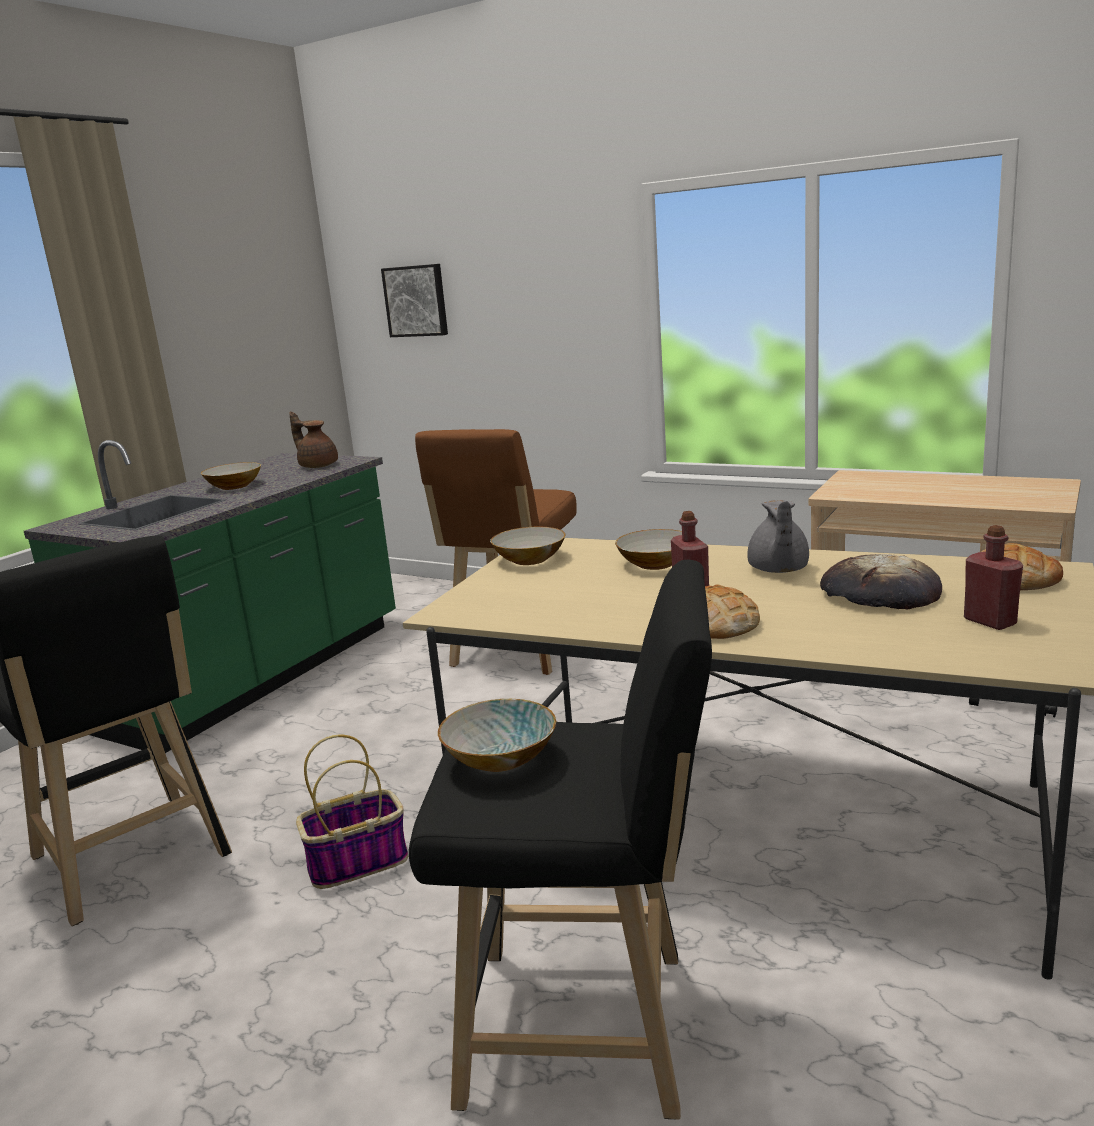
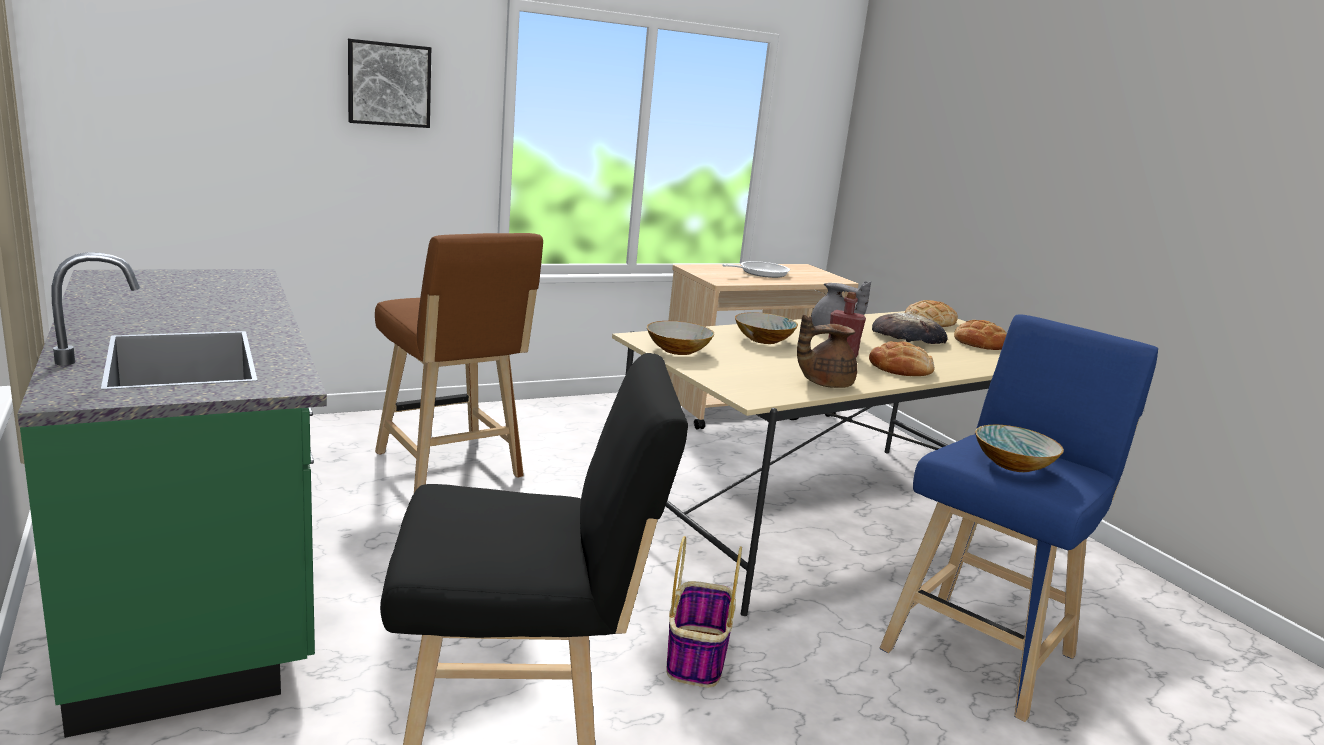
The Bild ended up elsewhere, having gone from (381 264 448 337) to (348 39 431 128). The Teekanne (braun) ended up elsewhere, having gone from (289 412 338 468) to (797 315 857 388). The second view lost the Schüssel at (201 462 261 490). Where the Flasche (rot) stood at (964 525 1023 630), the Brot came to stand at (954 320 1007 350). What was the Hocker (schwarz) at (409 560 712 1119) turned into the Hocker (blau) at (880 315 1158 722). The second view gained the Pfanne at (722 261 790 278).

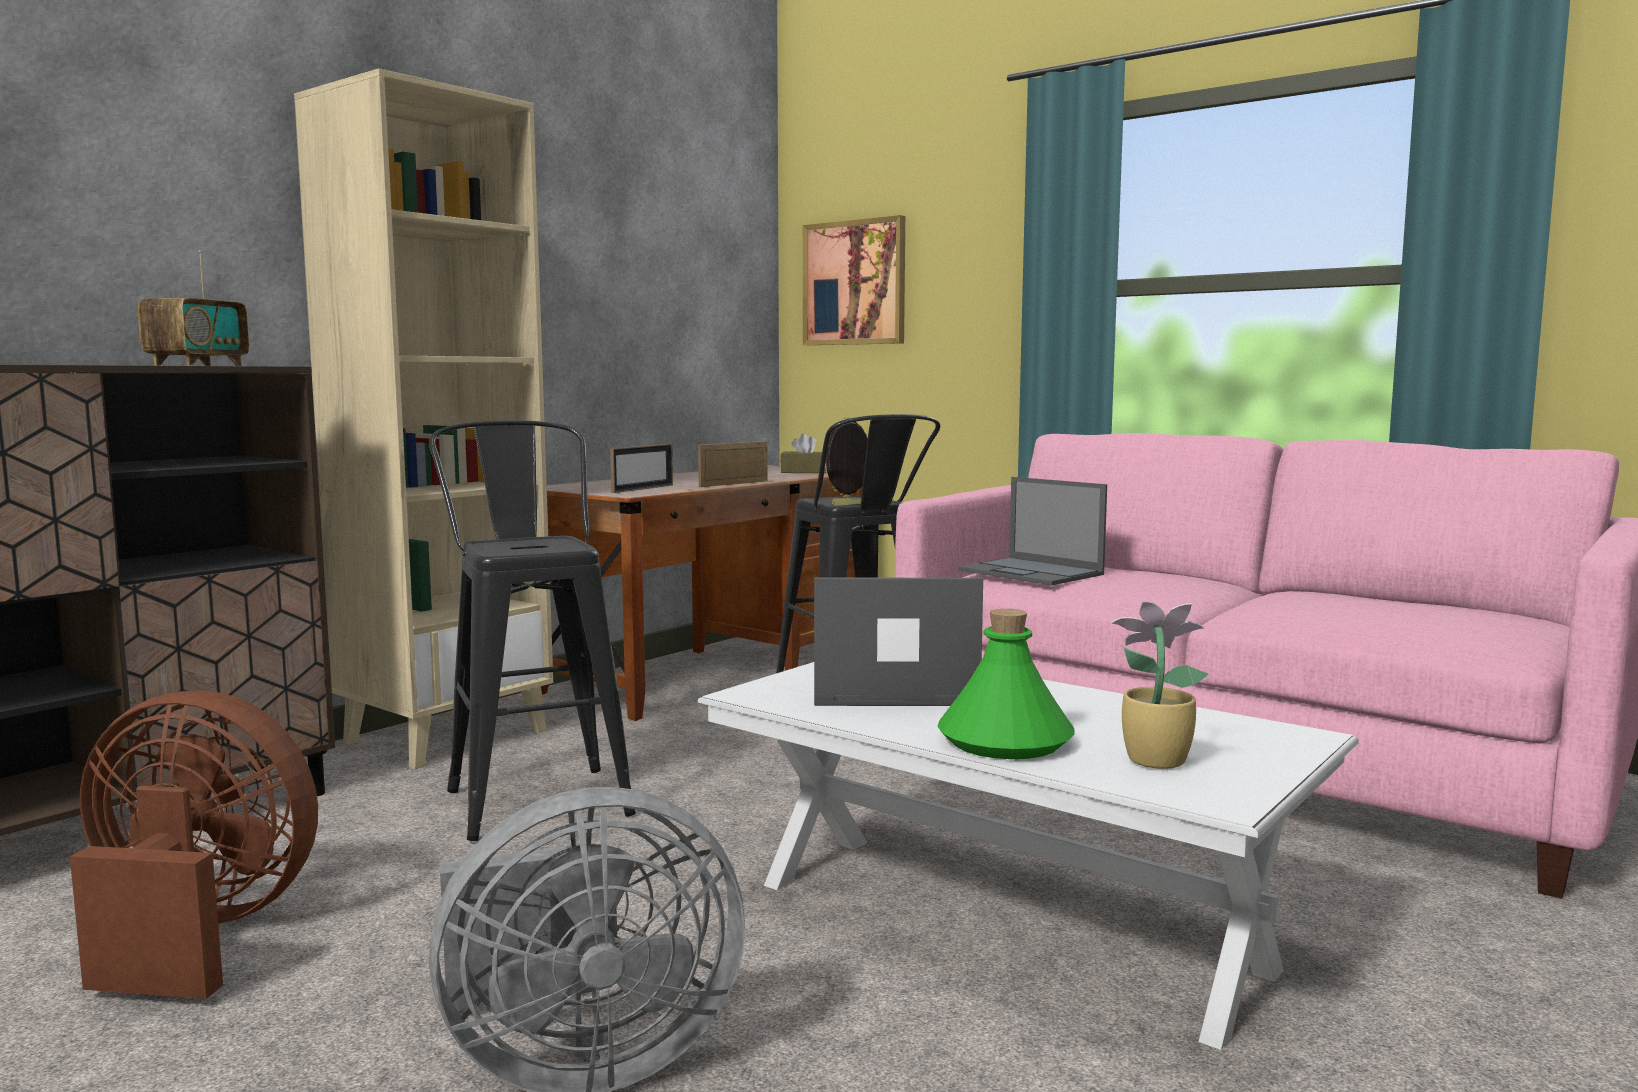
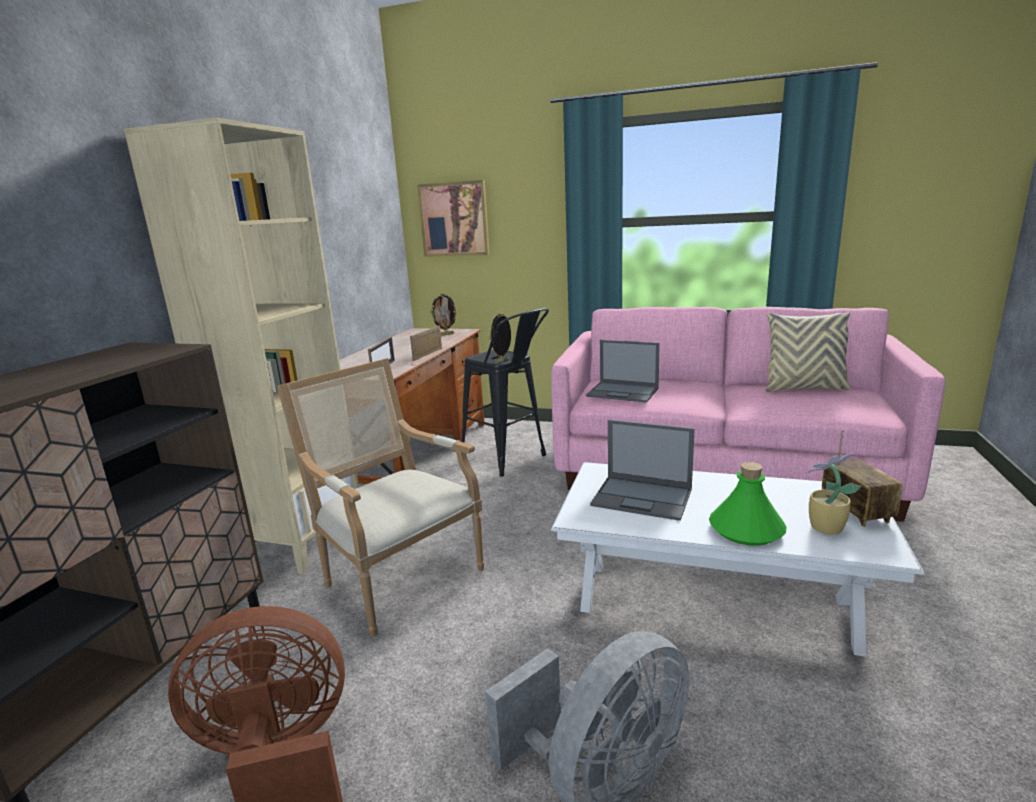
The Radio ended up elsewhere, having gone from (138 250 249 366) to (822 429 902 527). Where the Hocker (schwarz) stood at (429 420 636 841), the Sessel came to stand at (277 358 484 637). Where the Taschentuchbox (braun) stood at (780 433 826 473), the Bilderrahmen came to stand at (430 293 458 335). The Laptop at (814 578 983 706) ended up facing another way, 135 degrees counterclockwise from before. The second view gained the Kissen (beige) at (766 312 851 392).

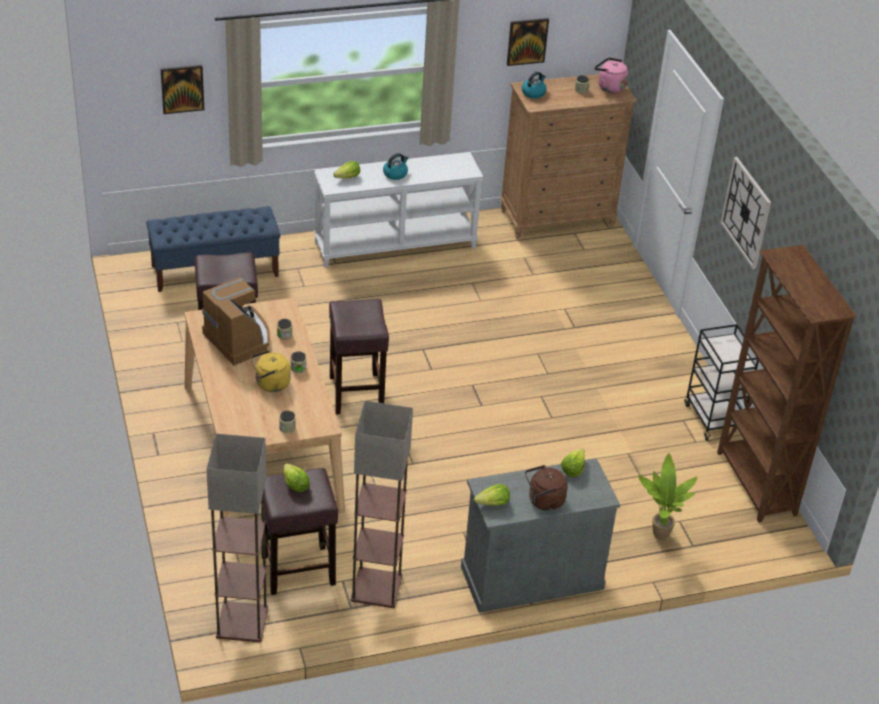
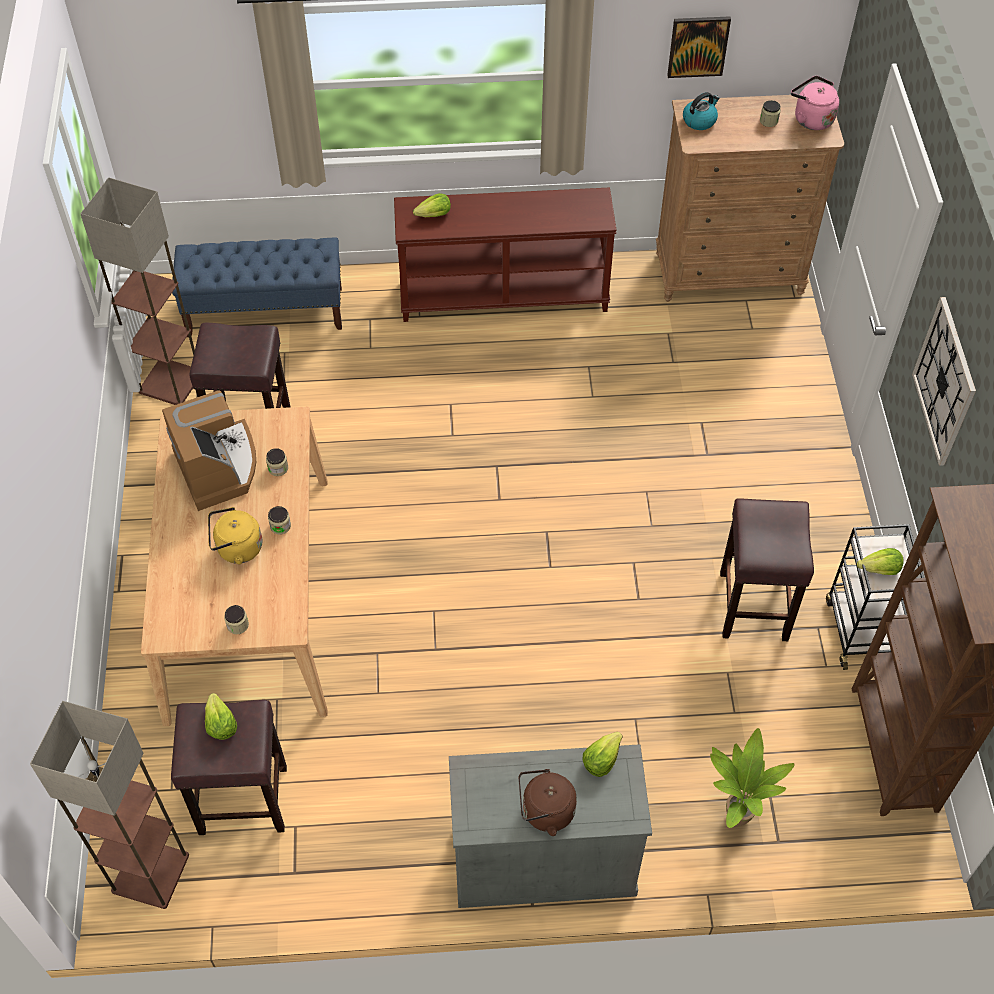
The second view lost the Bild at (161 65 204 114). What was the Konsolentisch (weiß) at (314 152 483 268) turned into the Konsolentisch (braun) at (394 187 617 322). The second view lost the Wasserkessel at (383 153 408 180). The Hocker (braun) ended up elsewhere, having gone from (329 299 389 414) to (720 498 814 641). The Stehlampe ended up elsewhere, having gone from (351 401 413 608) to (80 177 195 405). The Salatkopf ended up elsewhere, having gone from (474 484 510 506) to (857 548 904 575).

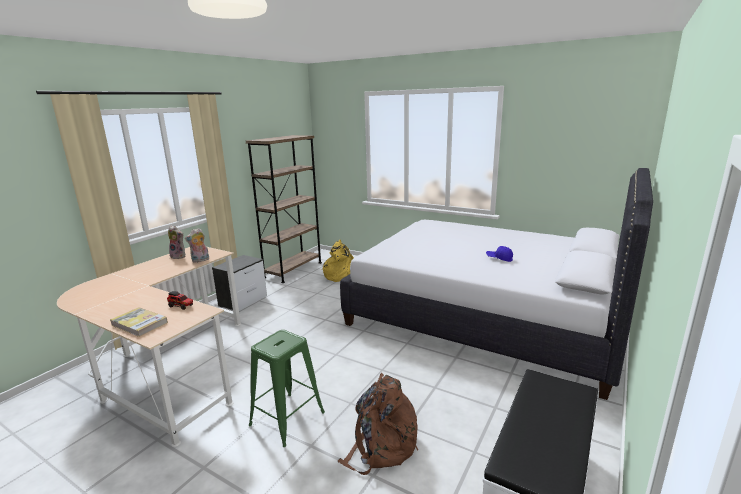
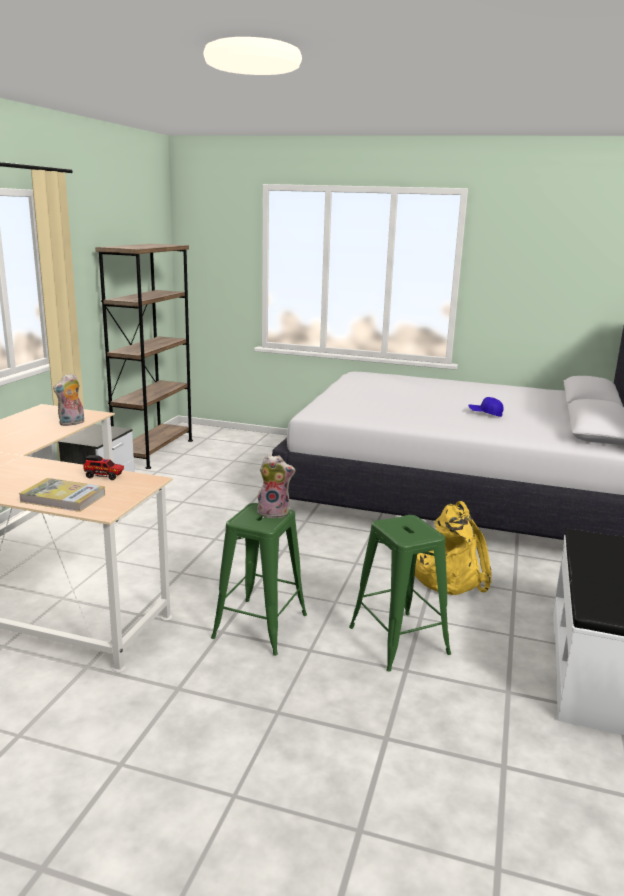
The Plüschtier ended up elsewhere, having gone from (168 226 185 259) to (257 455 295 518). The Rucksack (gelb) ended up elsewhere, having gone from (322 240 354 282) to (415 501 491 595). Where the Rucksack (braun) stood at (338 373 418 475), the Hocker (grün) came to stand at (349 515 451 672).

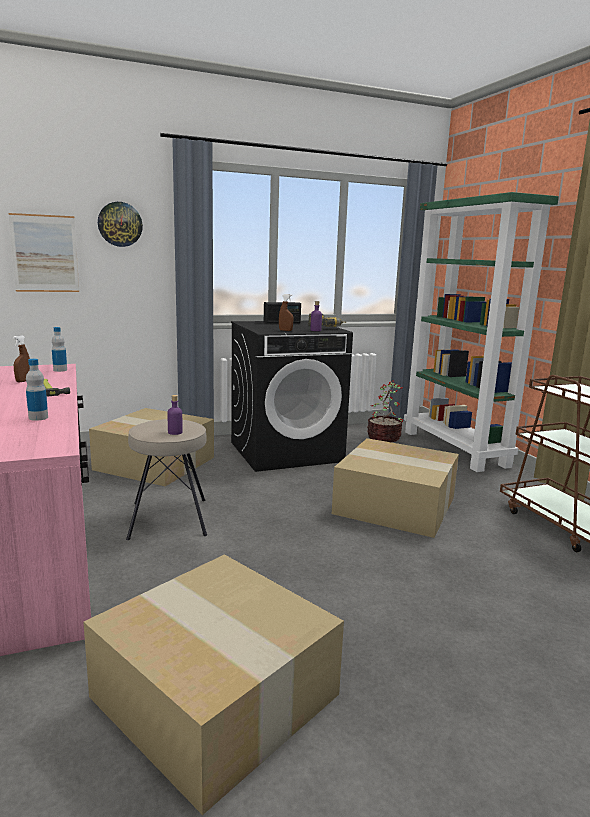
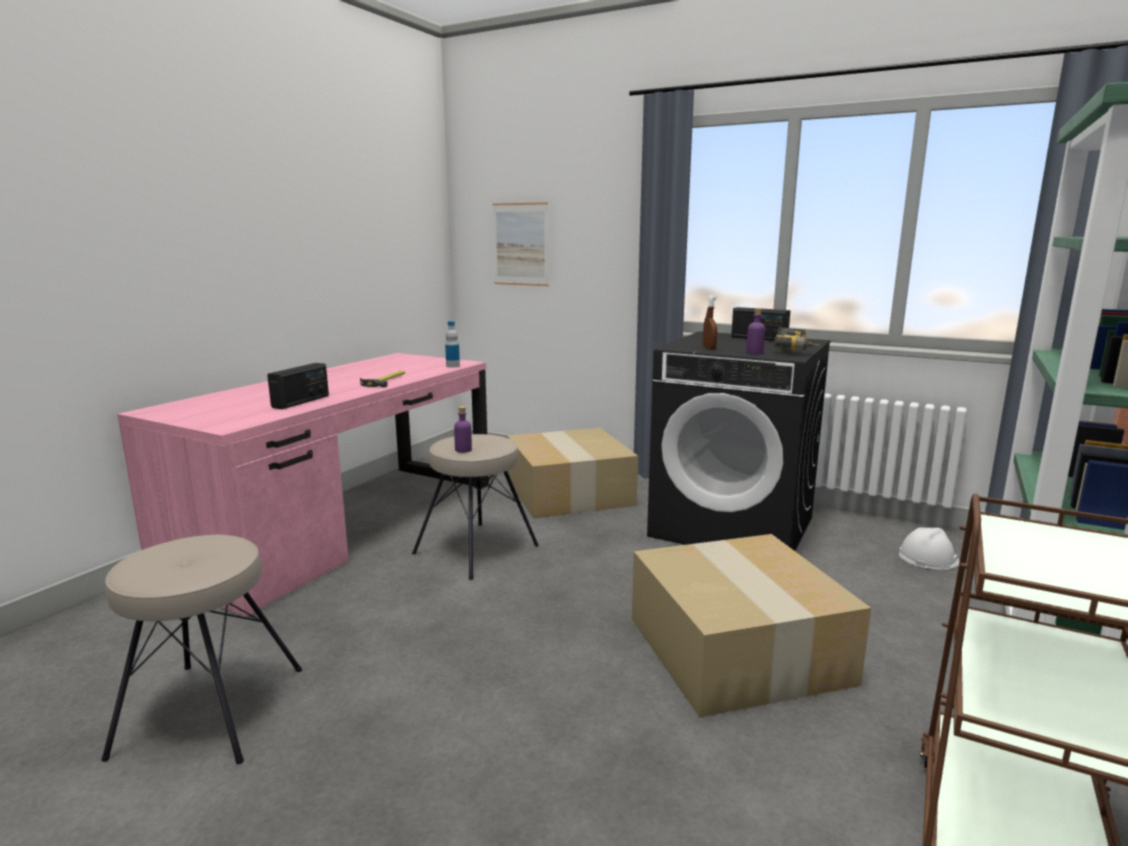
The second view lost the Wanduhr at (98 202 143 247). The second view lost the Sprühflasche (braun) at (13 335 30 382). Where the Flasche stood at (26 359 48 421), the Radio came to stand at (267 363 329 409). Where the Topfpflanze stood at (367 380 403 442), the Schutzhelm (weiß) came to stand at (899 527 960 570). Where the Karton stood at (83 554 344 815), the Hocker (beige) came to stand at (101 534 302 764).

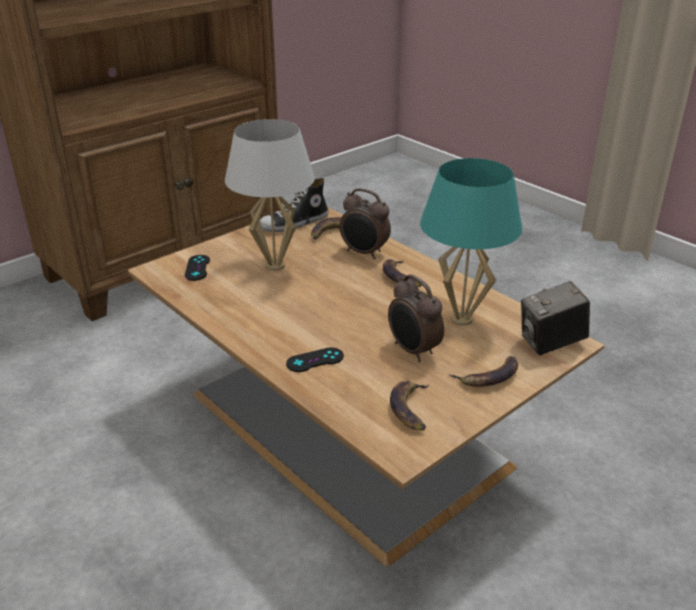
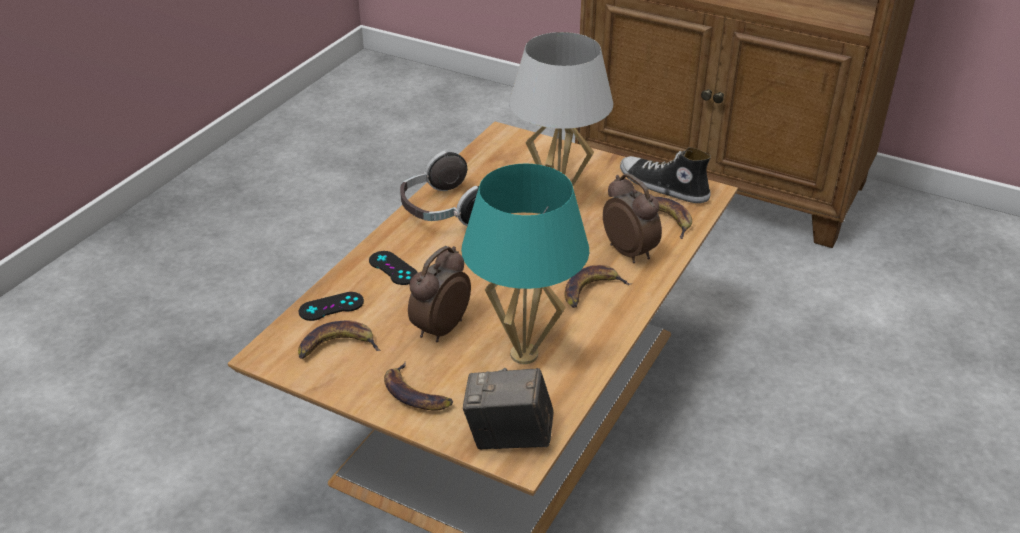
The Wecker at (339 188 391 259) ended up facing another way, 135 degrees clockwise from before. The Gamepad (schwarz) ended up elsewhere, having gone from (185 255 210 281) to (299 292 364 321). The Kamera at (521 281 590 355) ended up facing another way, 45 degrees counterclockwise from before. The second view gained the Kopfhörer at (400 151 479 226).

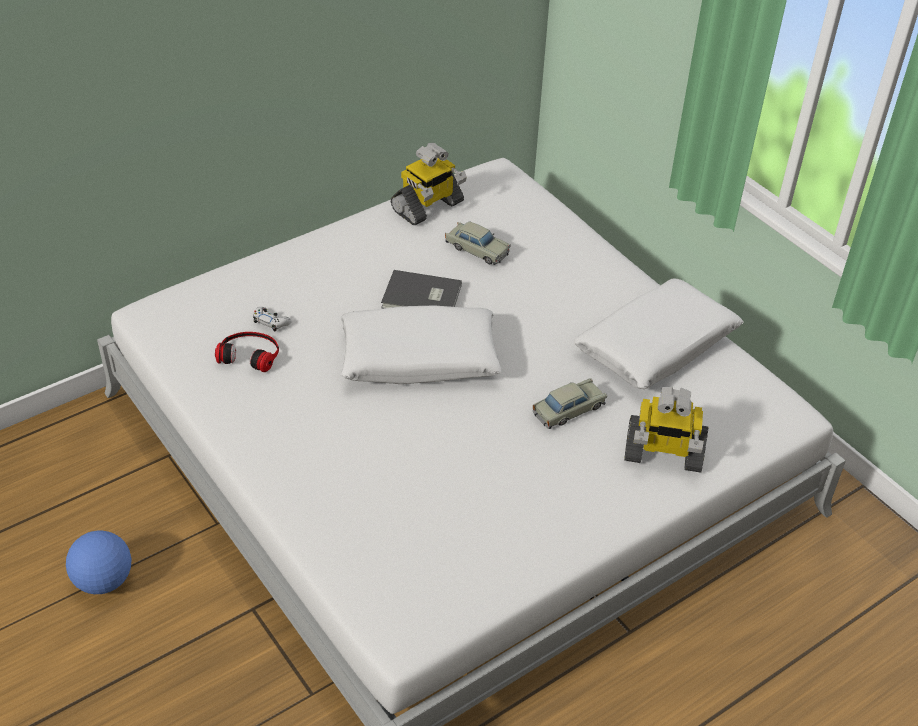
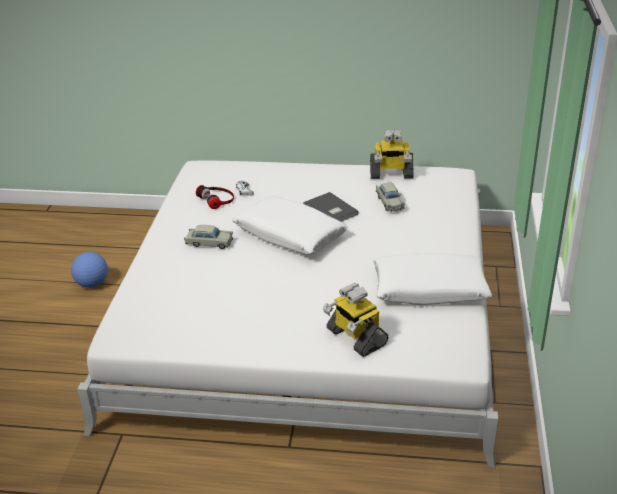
The Spielzeugauto (beige) ended up elsewhere, having gone from (533 378 607 429) to (184 225 233 249).

